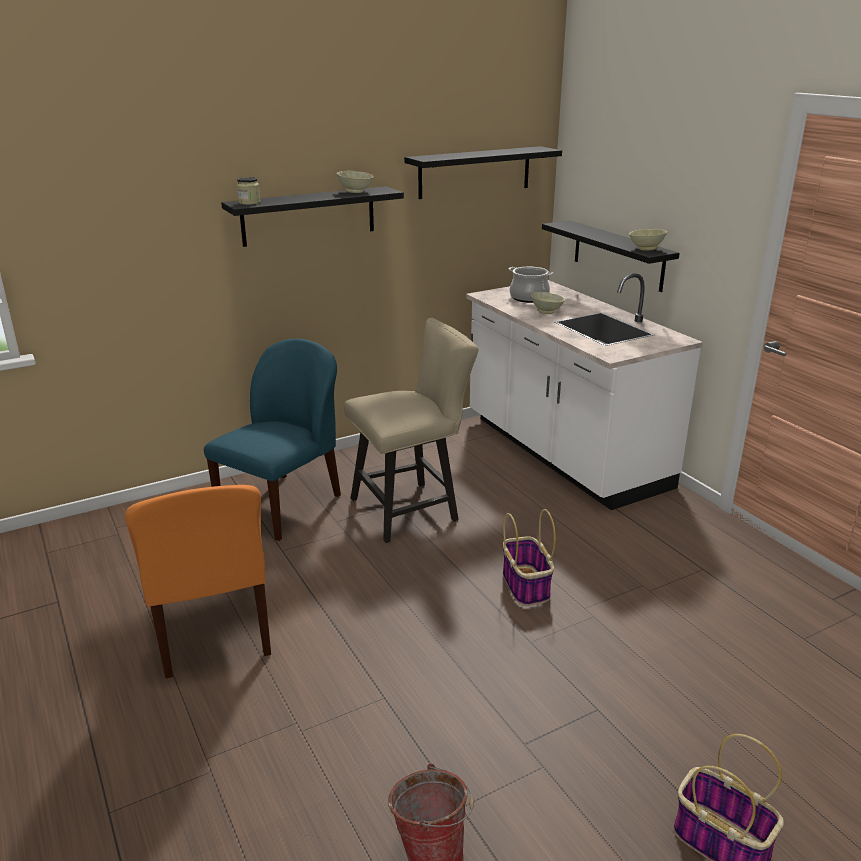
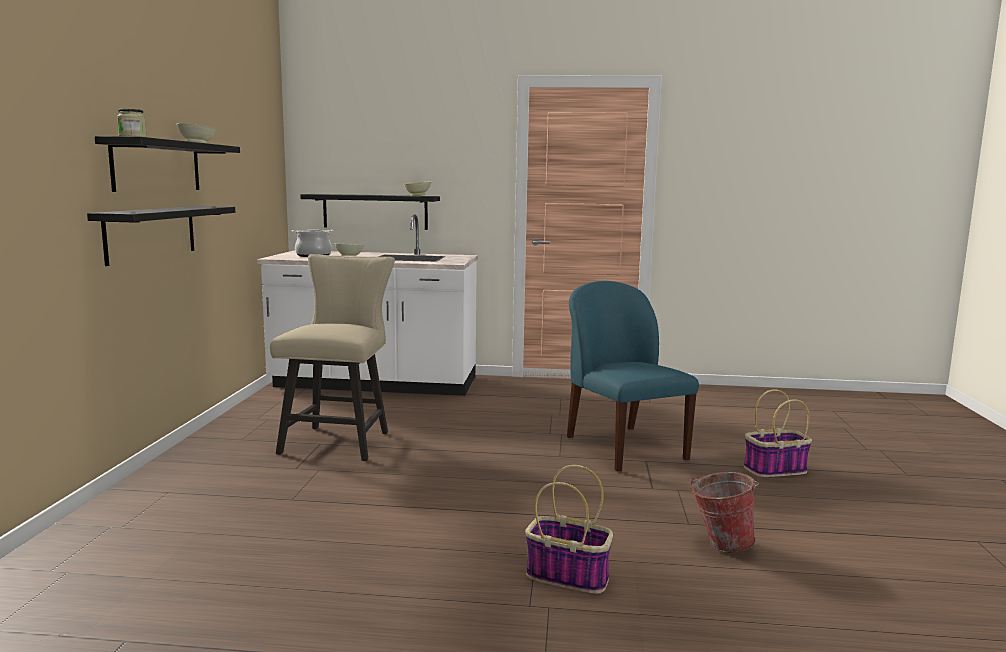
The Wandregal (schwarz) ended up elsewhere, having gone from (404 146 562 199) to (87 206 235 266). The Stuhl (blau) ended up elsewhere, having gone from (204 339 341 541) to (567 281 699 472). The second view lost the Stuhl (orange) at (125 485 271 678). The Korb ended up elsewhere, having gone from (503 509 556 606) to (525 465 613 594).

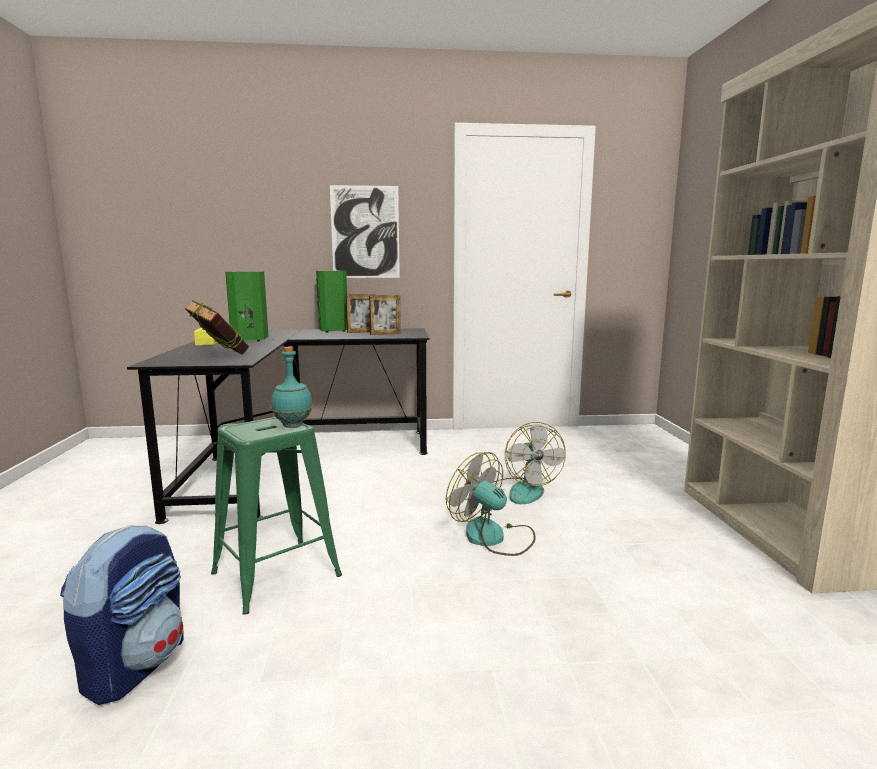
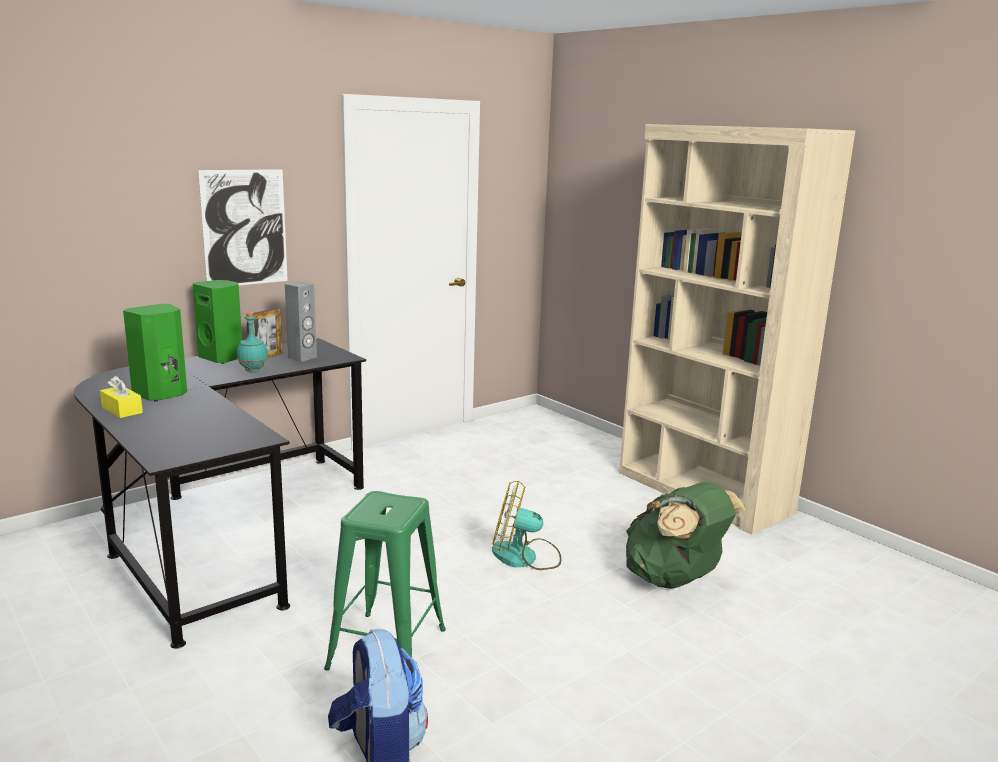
Where the Bilderrahmen stood at (369 295 401 335), the Lautsprecher (grau) came to stand at (285 282 317 362). The second view lost the Buch at (185 300 249 355). The Flasche (türkis) ended up elsewhere, having gone from (271 347 313 428) to (237 312 268 372). The second view lost the Ventilator at (492 422 566 504). The second view gained the Rucksack (grün) at (626 482 745 589).

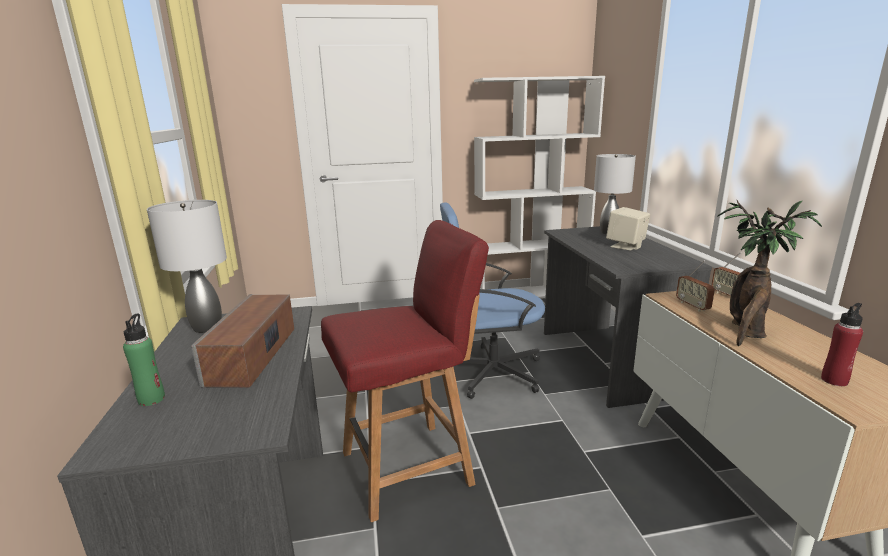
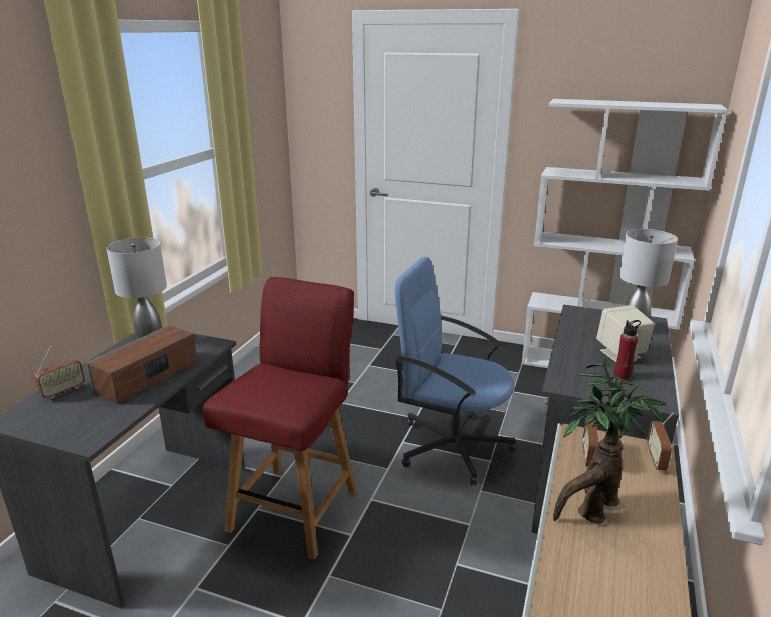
The Stuhl (rot) at (321 220 489 522) ended up facing another way, 75 degrees counterclockwise from before. The Flasche (rot) ended up elsewhere, having gone from (821 303 863 386) to (614 320 641 379). Where the Flasche (grün) stood at (123 314 165 406), the Radio came to stand at (34 345 85 399).

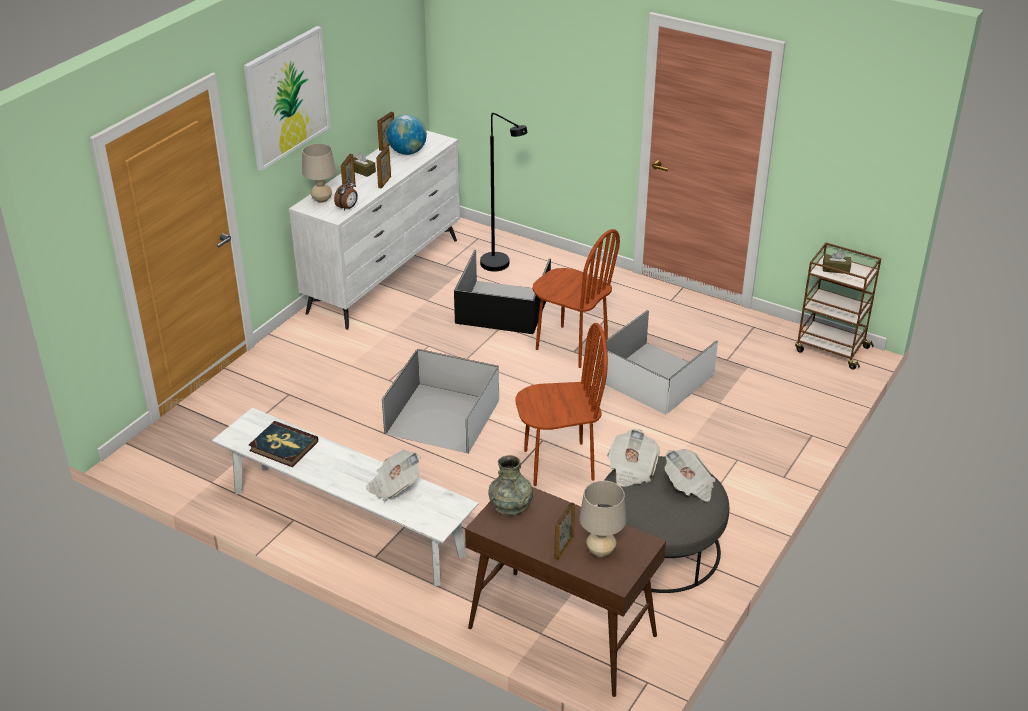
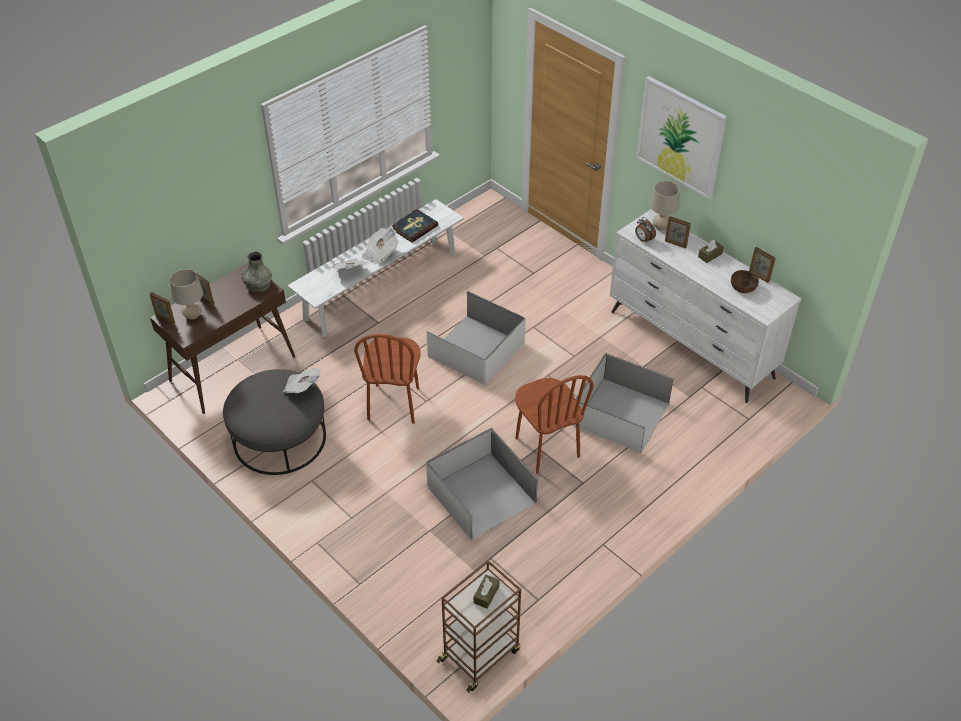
The second view lost the Stehlampe (schwarz) at (480 113 528 272). Where the Globus stood at (387 115 427 155), the Schüssel (braun) came to stand at (731 270 759 293). The Bilderrahmen ended up elsewhere, having gone from (376 146 391 188) to (150 292 175 325). The Stuhl (braun) at (533 229 620 368) ended up facing another way, 75 degrees counterclockwise from before. What was the Aufbewahrungsbox (schwarz) at (454 250 551 334) turned into the Aufbewahrungsbox (weiß) at (573 353 674 453). The Zeitung ended up elsewhere, having gone from (665 449 715 502) to (362 228 398 264).

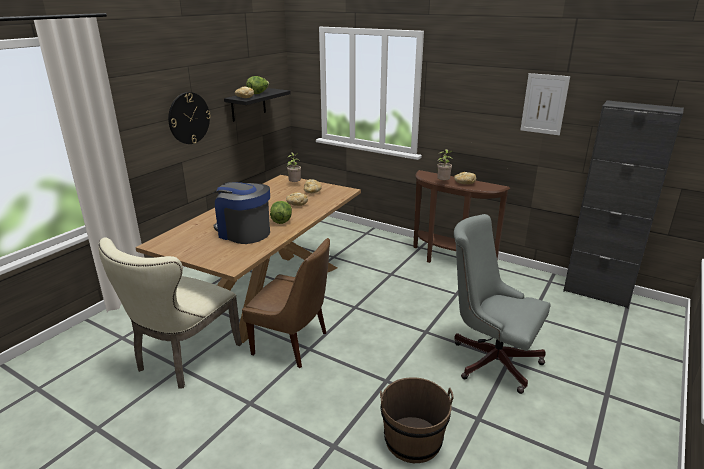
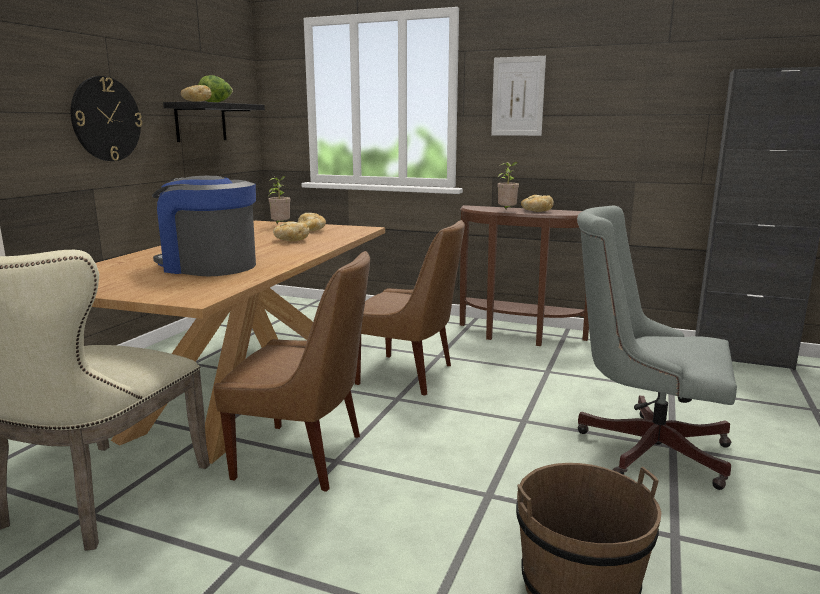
The Bild ended up elsewhere, having gone from (520 73 570 135) to (491 56 546 136). The second view lost the Salatkopf at (270 201 292 224). The second view gained the Stuhl (braun) at (355 220 465 396).

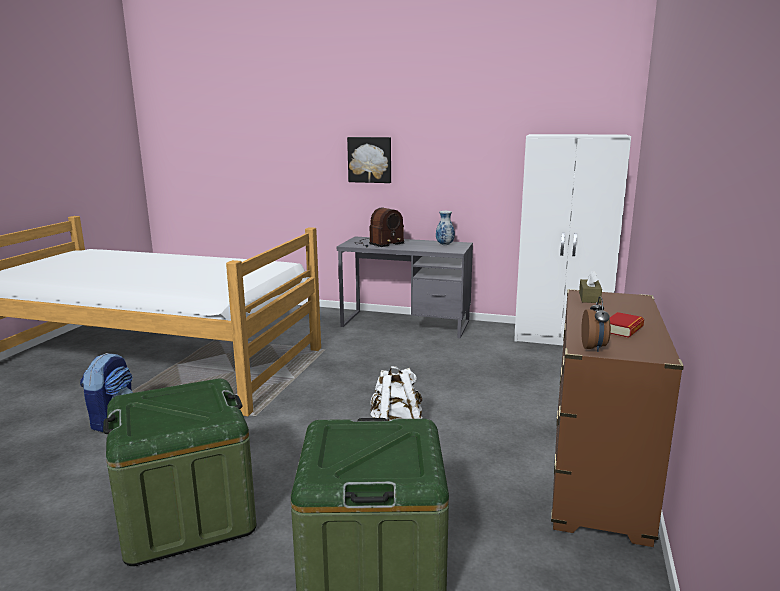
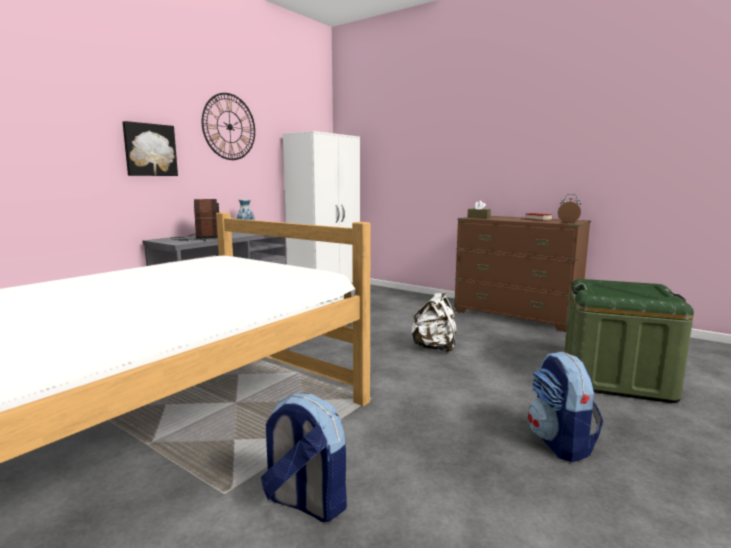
Where the Aufbewahrungsbox (grün) stood at (103 378 256 566), the Rucksack came to stand at (528 352 603 462). The second view gained the Wanduhr at (201 93 255 160).

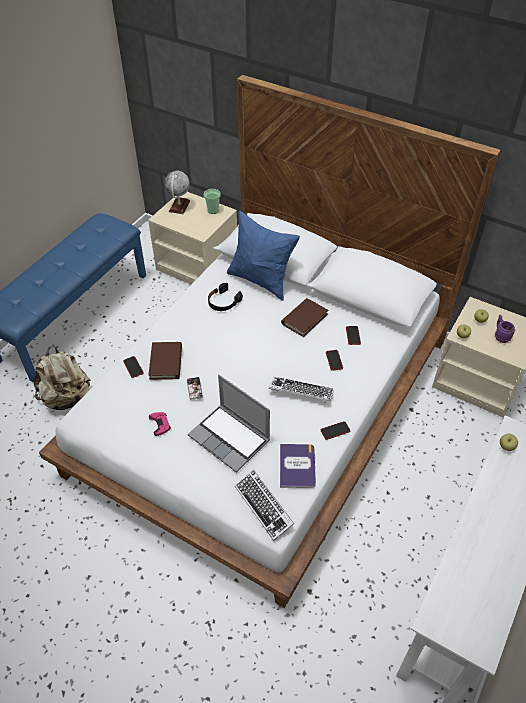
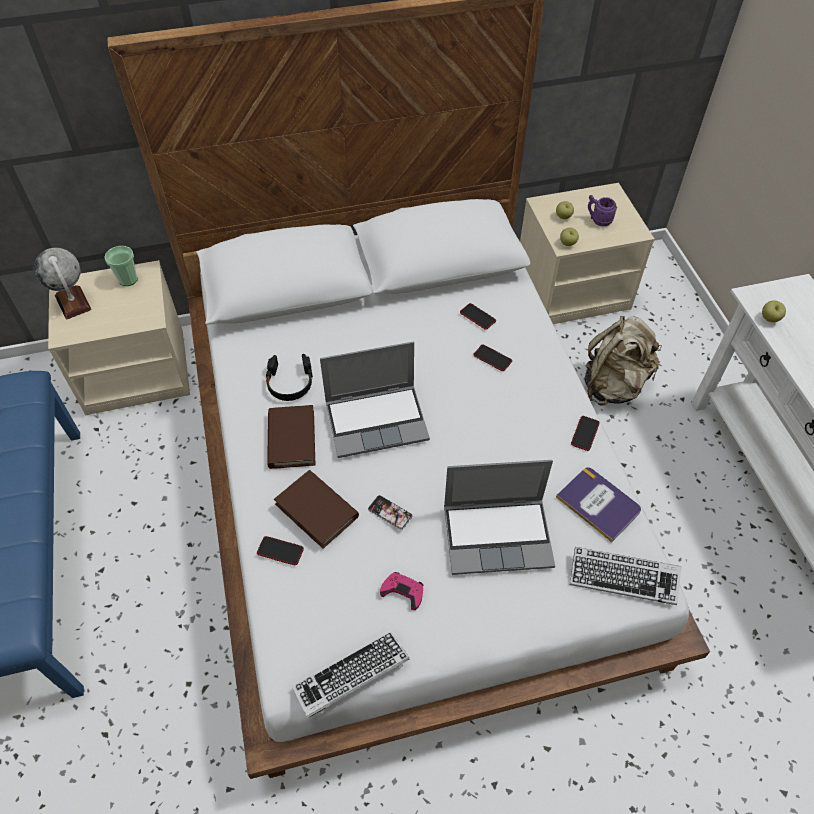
The second view lost the Kissen (blau) at (227 211 300 301). The Buch (braun) ended up elsewhere, having gone from (281 298 328 337) to (267 405 315 469). The Rucksack (beige) ended up elsewhere, having gone from (34 346 91 410) to (585 316 662 406). The Tastatur ended up elsewhere, having gone from (268 377 334 403) to (292 632 409 718). The second view gained the Laptop at (320 342 430 458).

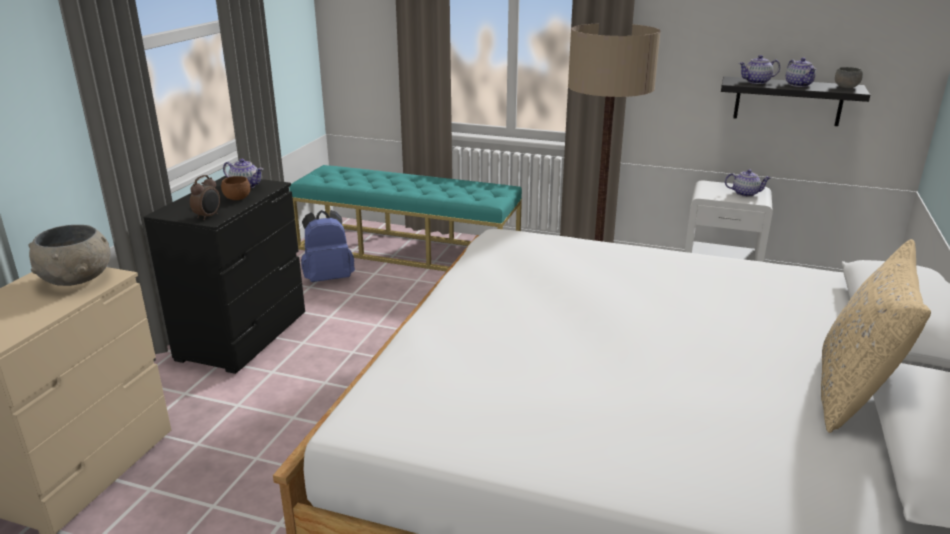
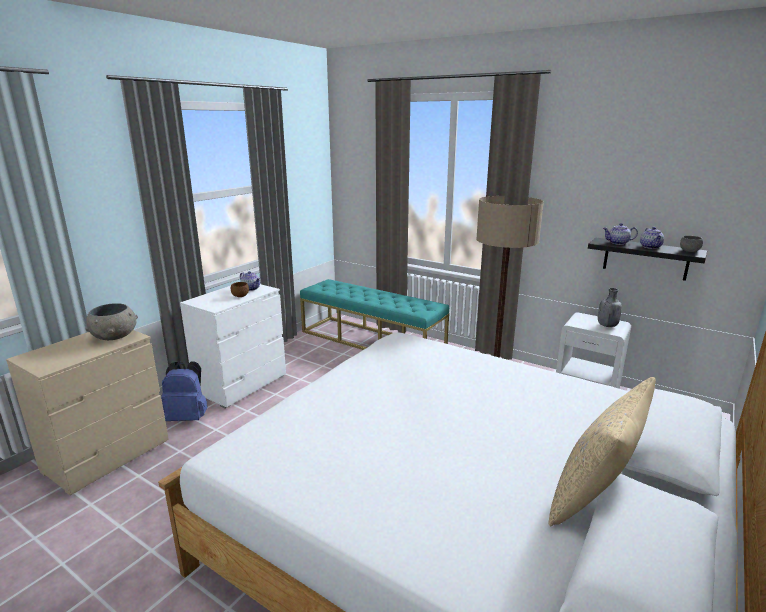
Where the Teekanne stood at (725 169 771 197), the Flasche (grau) came to stand at (598 288 622 327). The second view lost the Wecker at (190 175 220 220). What was the Kommode (schwarz) at (144 176 305 374) turned into the Kommode (weiß) at (180 284 286 409). The Rucksack (blau) ended up elsewhere, having gone from (301 210 355 282) to (161 362 208 421).

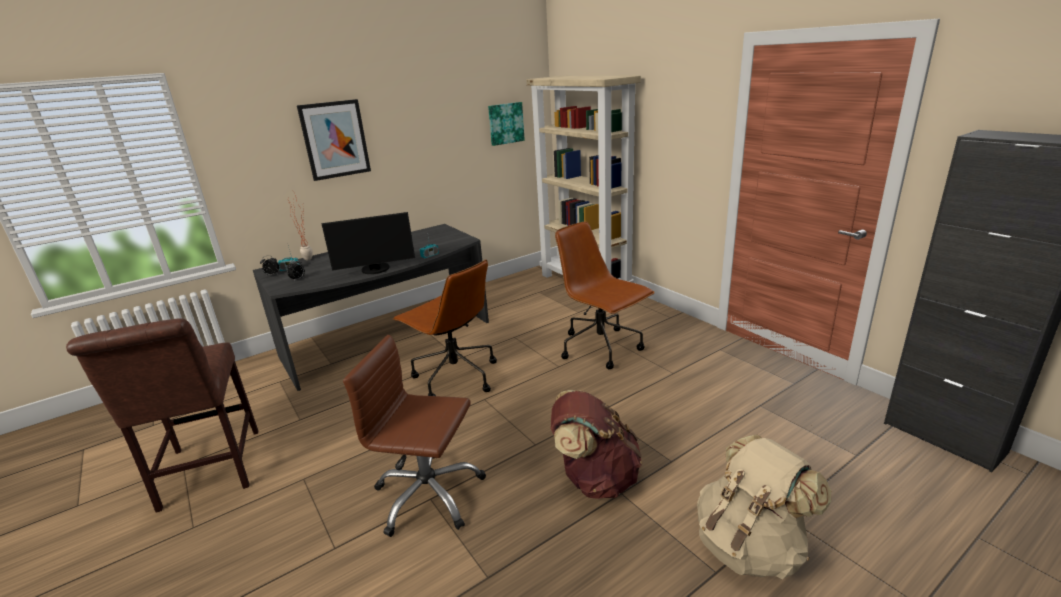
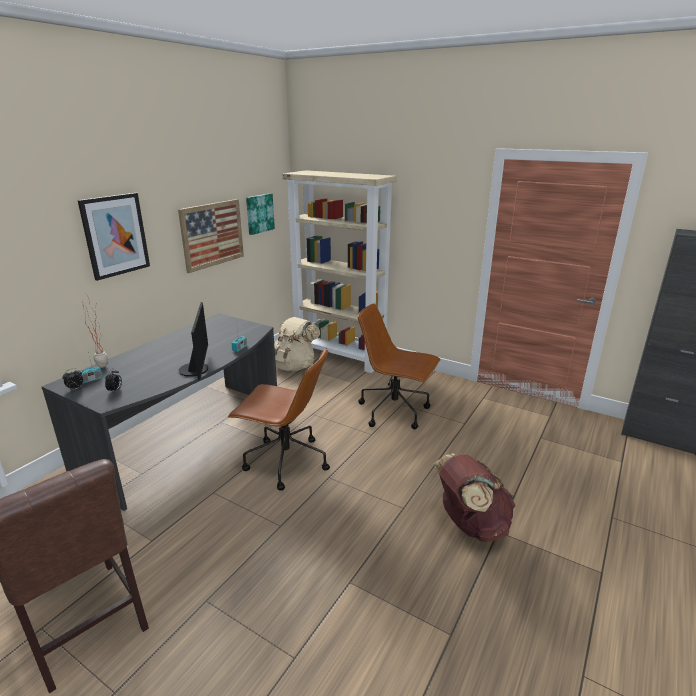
The Monitor at (321 212 415 274) ended up facing another way, 60 degrees counterclockwise from before. The second view lost the Bürostuhl (braun) at (343 335 486 537). The Rucksack (beige) ended up elsewhere, having gone from (697 435 831 579) to (274 317 320 371). The second view gained the Bild at (178 199 244 273).

